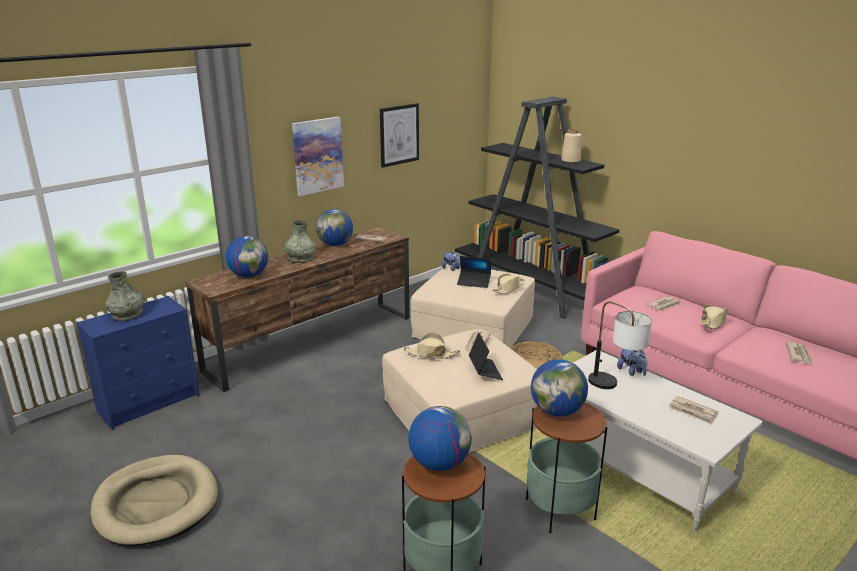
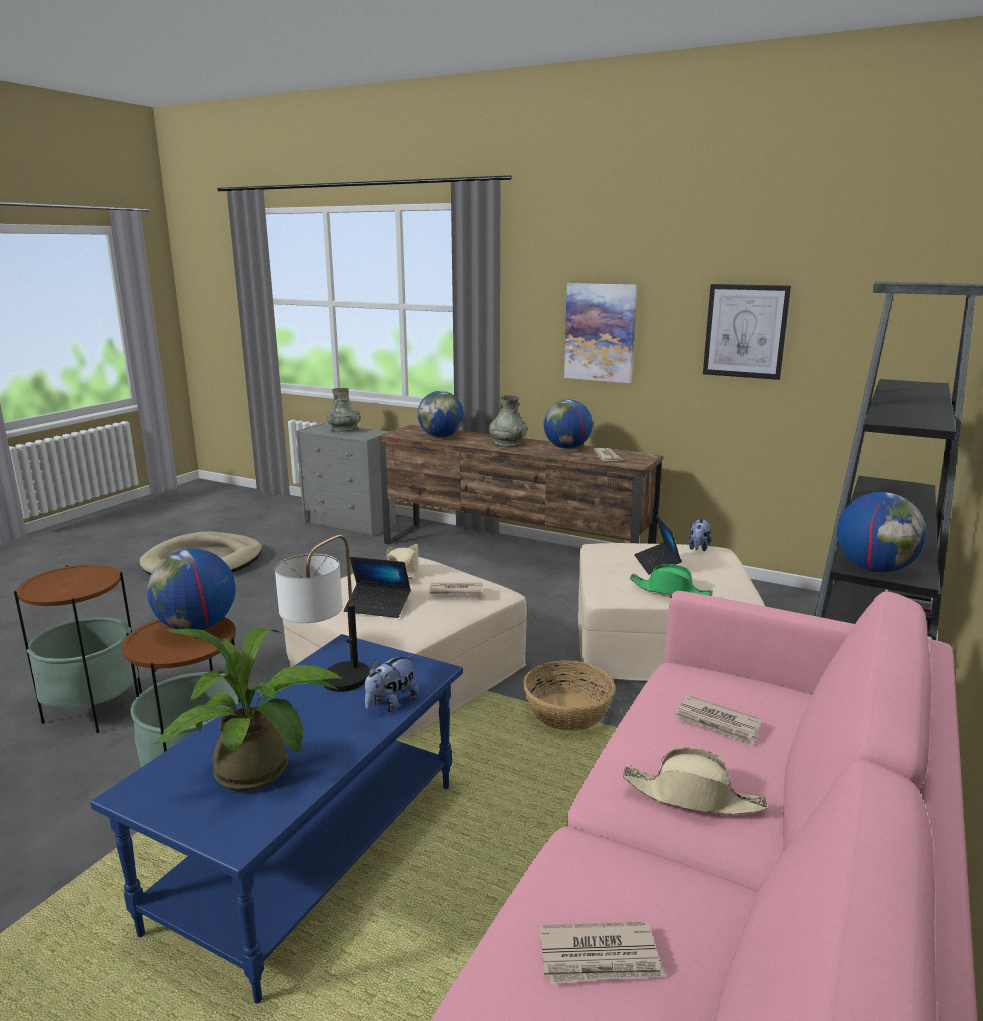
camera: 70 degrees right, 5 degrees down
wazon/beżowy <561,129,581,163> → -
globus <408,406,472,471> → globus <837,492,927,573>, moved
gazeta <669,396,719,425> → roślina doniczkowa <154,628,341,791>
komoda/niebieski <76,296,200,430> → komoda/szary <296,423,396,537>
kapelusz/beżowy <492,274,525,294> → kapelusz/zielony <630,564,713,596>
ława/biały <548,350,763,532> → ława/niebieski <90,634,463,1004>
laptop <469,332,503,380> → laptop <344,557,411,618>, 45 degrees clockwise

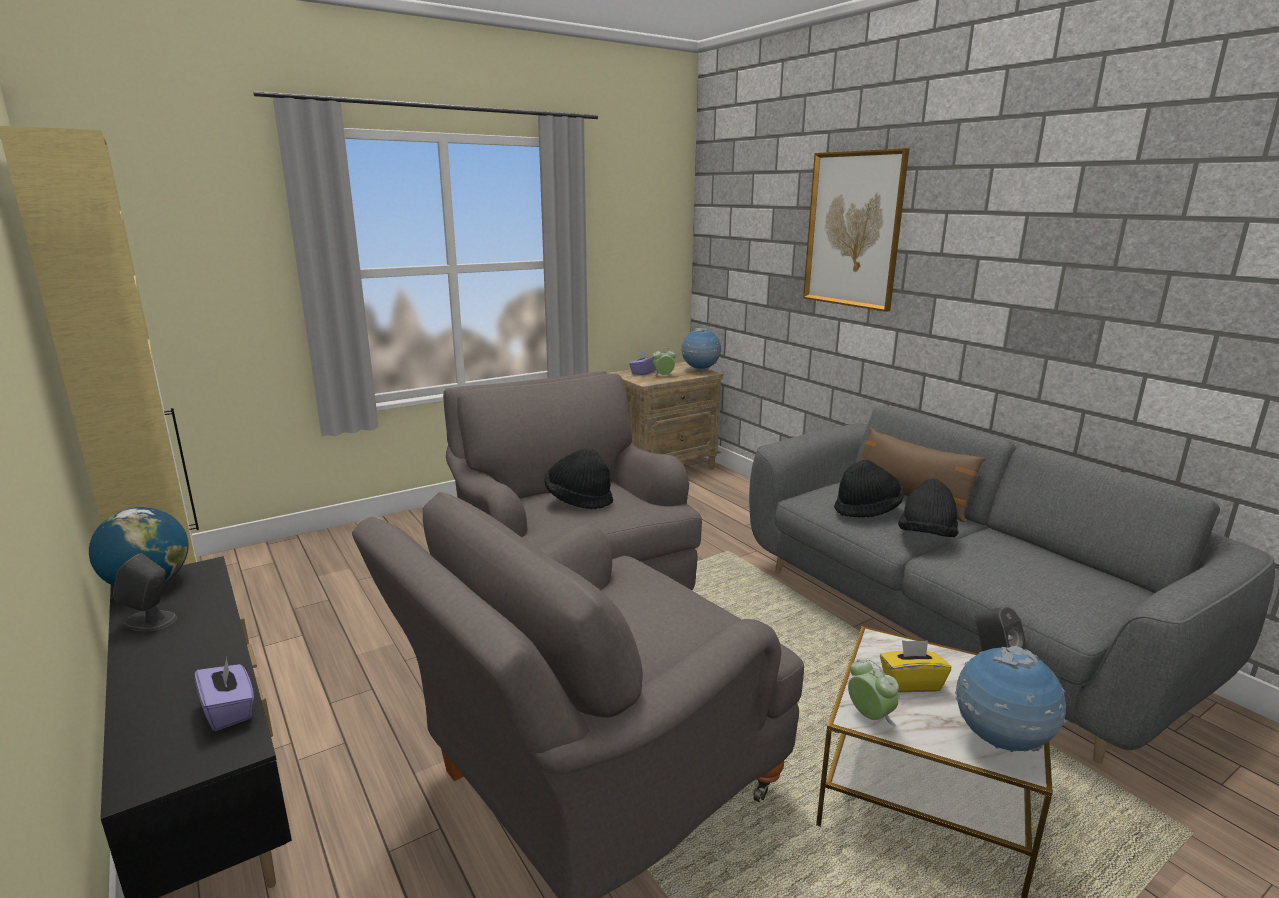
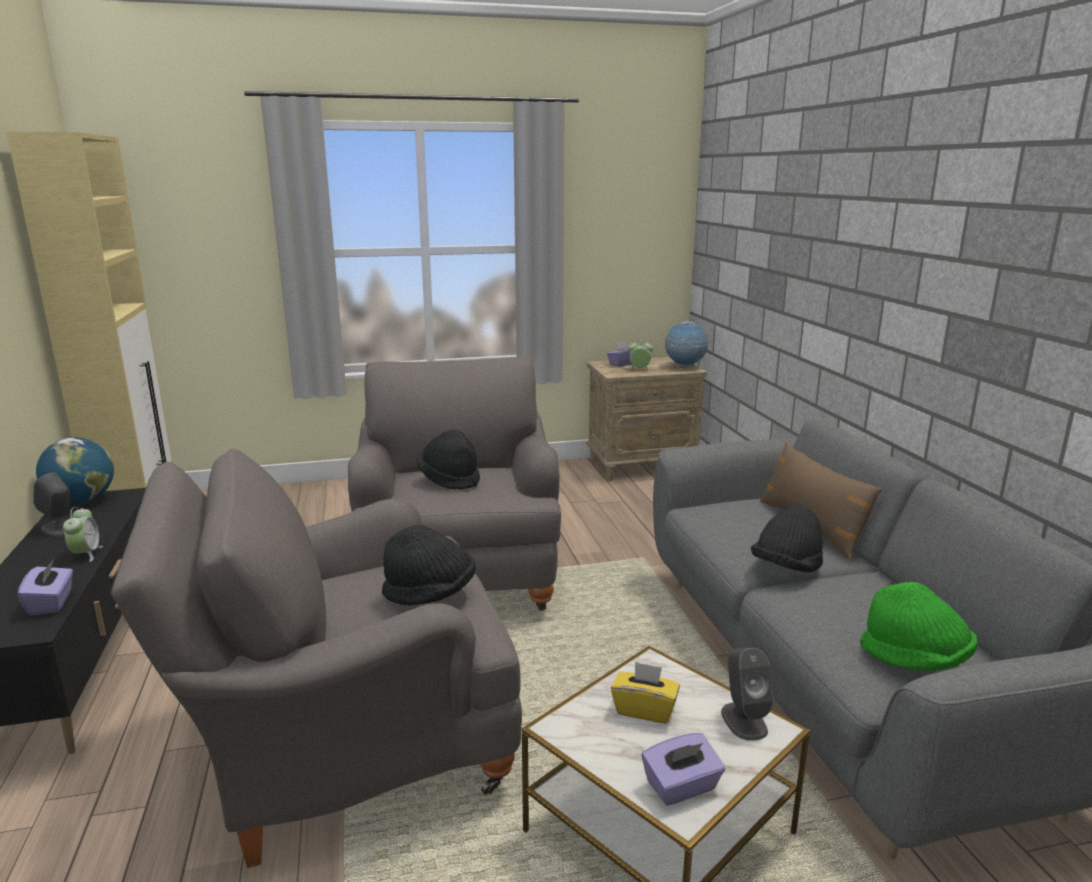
camera: 20 degrees right, 0 degrees up
obraz <803,148,909,312> → -
- → kapelusz/zielony <860,582,977,671>
kapelusz/czarny <834,460,904,518> → kapelusz/czarny <382,525,476,606>, moved
budzik <848,659,899,726> → budzik <63,507,103,562>, moved
globus <955,646,1067,752> → pudełko chusteczek/fioletowy <642,733,725,806>

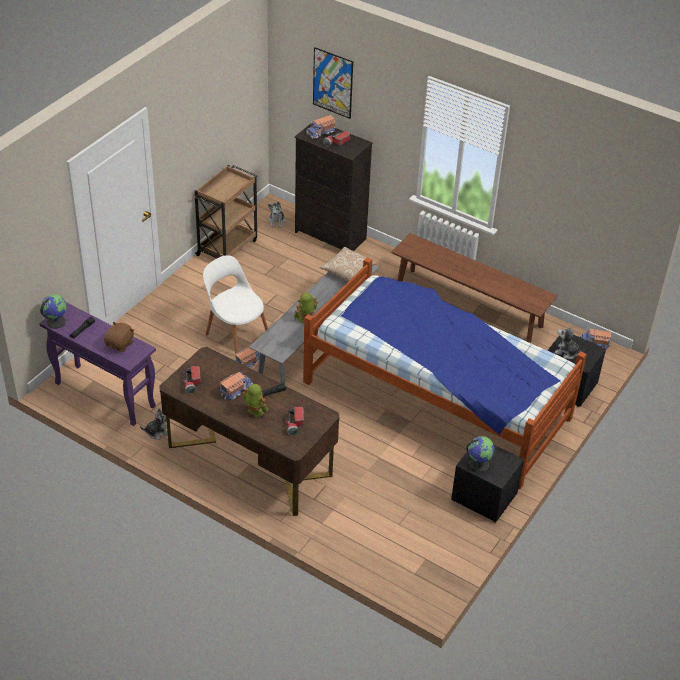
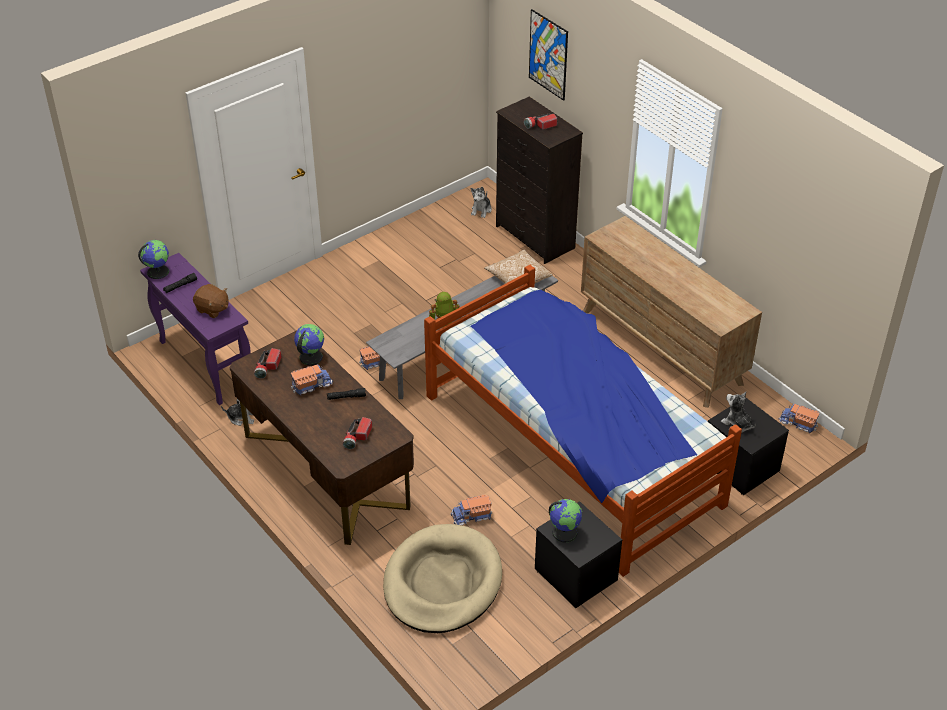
camera: 20 degrees right, 0 degrees up
wózek/brązowy <193,165,257,258> → -
krzesło/biały <203,255,268,354> → -
robot zabawkowy <242,384,268,418> → -
- → globus <294,324,324,365>
- → legowisko/beżowy <383,524,502,633>
ciężarówka zabawkowa <306,115,336,139> → ciężarówka zabawkowa <451,495,492,525>, moved
ławka/brązowy <391,233,558,343> → komoda/brązowy <581,216,762,408>
pluszak/brązowy <104,322,134,352> → pluszak/brązowy <193,284,228,318>, 75 degrees clockwise

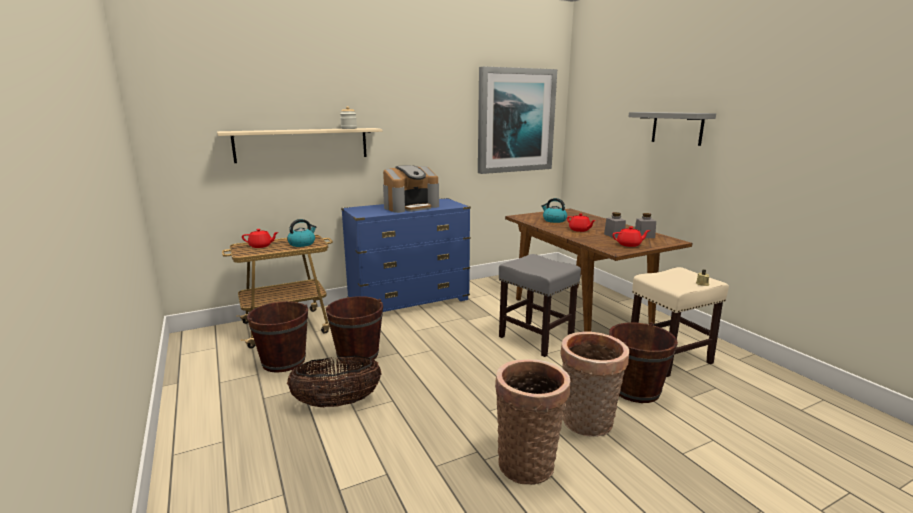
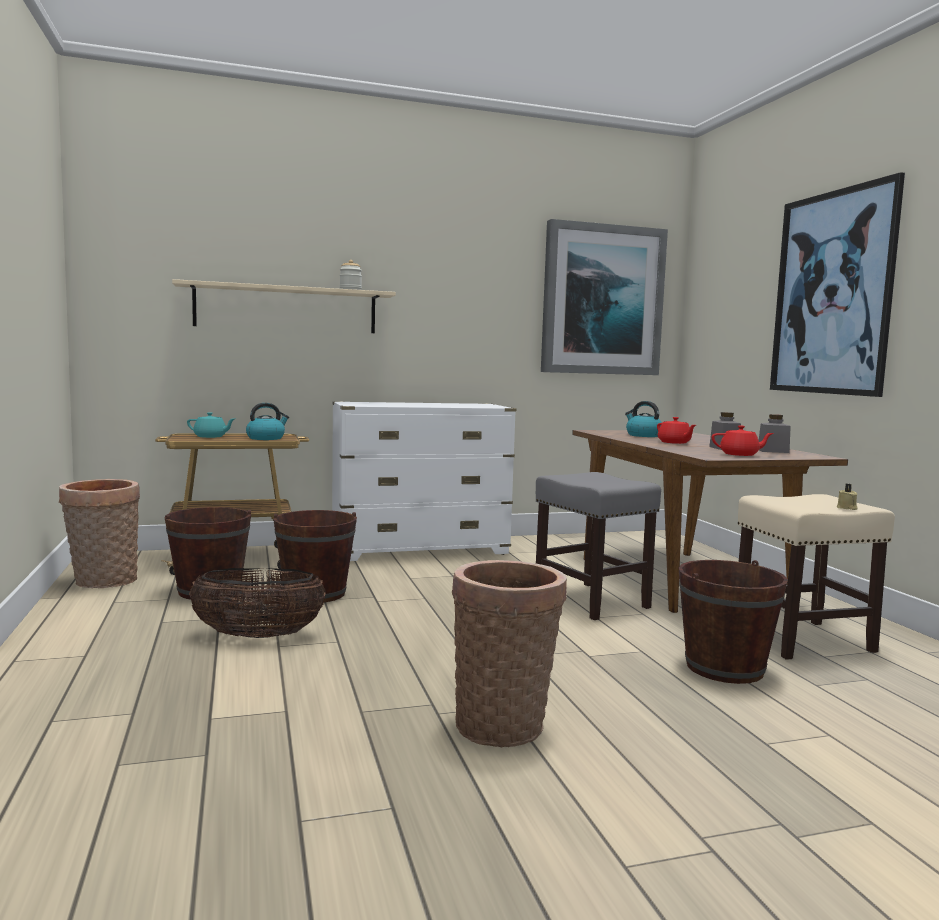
camera: 10 degrees right, 10 degrees down
ekspres do kawy <383,165,439,213> → -
koszyk <560,332,629,437> → koszyk <59,479,140,588>, moved
półka/szary <628,112,716,146> → obraz <770,172,905,397>
imbryk/czerwony <242,229,279,248> → imbryk/turkusowy <187,412,235,438>
komoda/niebieski <341,198,471,312> → komoda/biały <332,401,516,561>

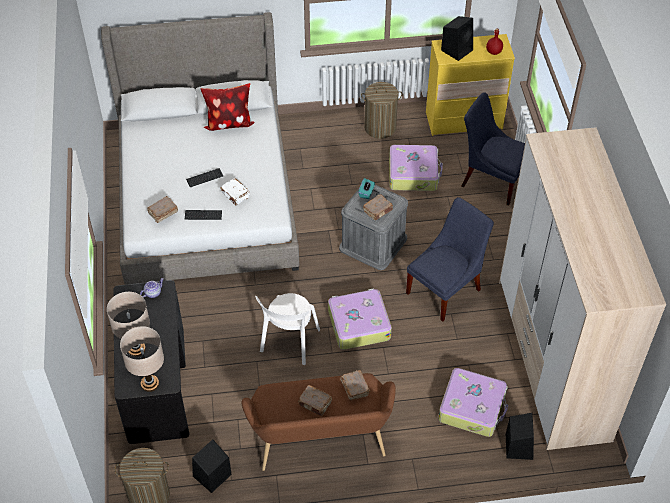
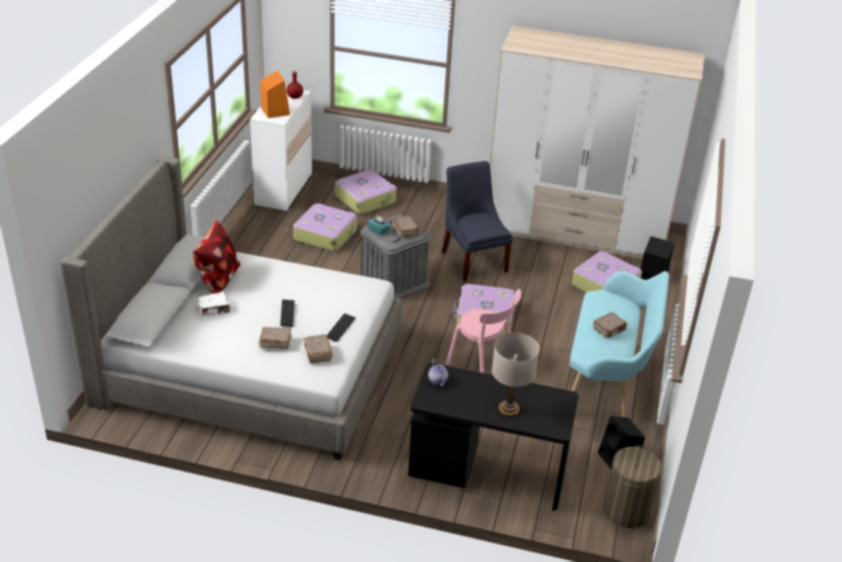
camera: 70 degrees left, 15 degrees down
lampa stołowa/beżowy <120,326,164,392> → -
kosz na pranie <361,82,402,139> → -
książka/biały <220,178,250,206> → książka/biały <198,292,230,316>, moved
książka/brązowy <341,370,370,400> → książka/brązowy <259,327,291,349>, moved
krzesło/niebieski <461,92,525,206> → walizka <335,170,397,215>
ławka/brązowy <241,373,396,471> → ławka/turkusowy <570,271,669,417>
krzesło/biały <255,293,320,365> → krzesło/różowy <446,289,521,373>
komoda/żółty <426,34,515,136> → komoda/biały <250,87,312,211>
głośnik/czarny <441,16,473,61> → głośnik/pomarańczowy <260,71,290,118>

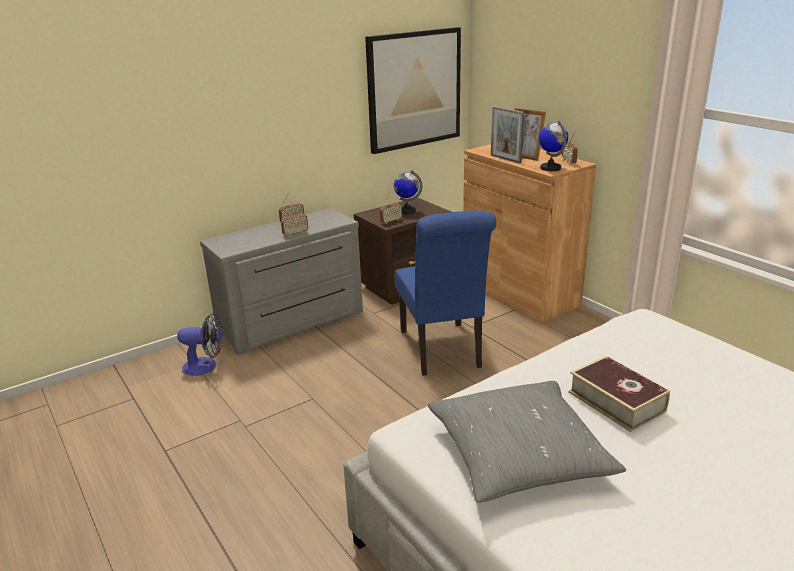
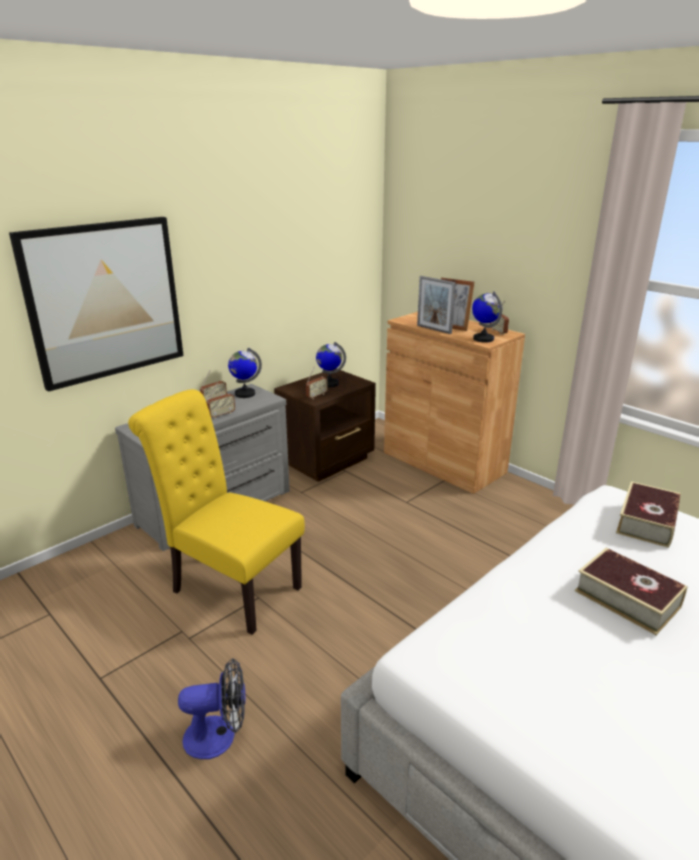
camera: 10 degrees left, 0 degrees up
krzesło/niebieski <394,210,496,376> → -
poduszka/szary <428,381,627,503> → -
- → krzesło/żółty <128,389,305,635>
- → globus <228,348,262,398>
- → książka <616,481,681,548>
wentylator <177,313,223,376> → wentylator <178,658,245,759>, moved
obraz <365,27,461,154> → obraz <9,217,183,392>, moved

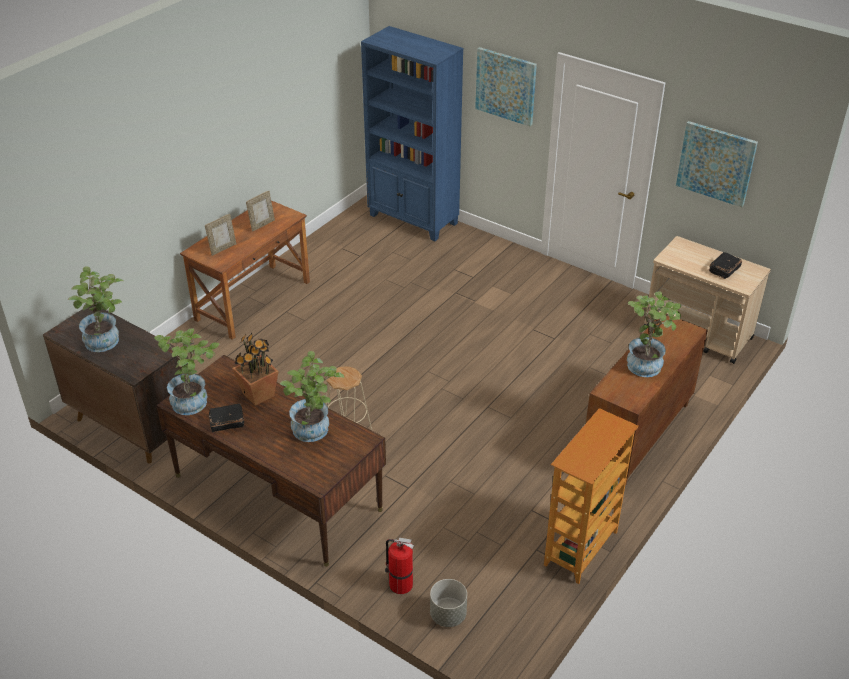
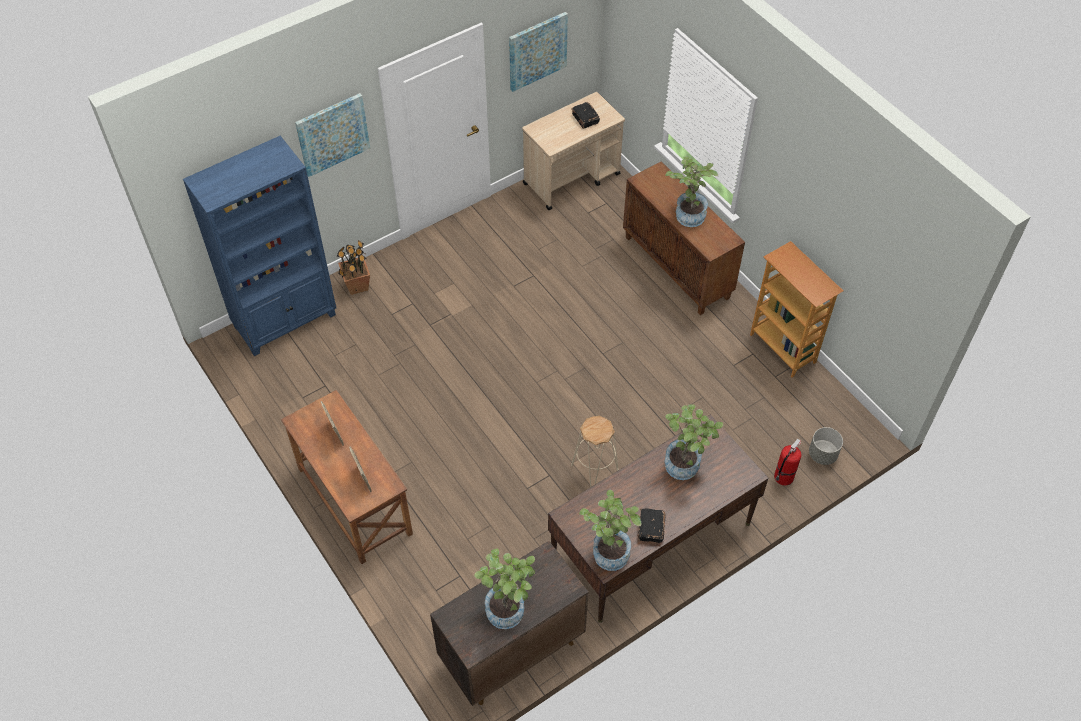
camera: 70 degrees left, 15 degrees up
roślina doniczkowa <232,333,279,406> → roślina doniczkowa <337,240,370,295>, moved

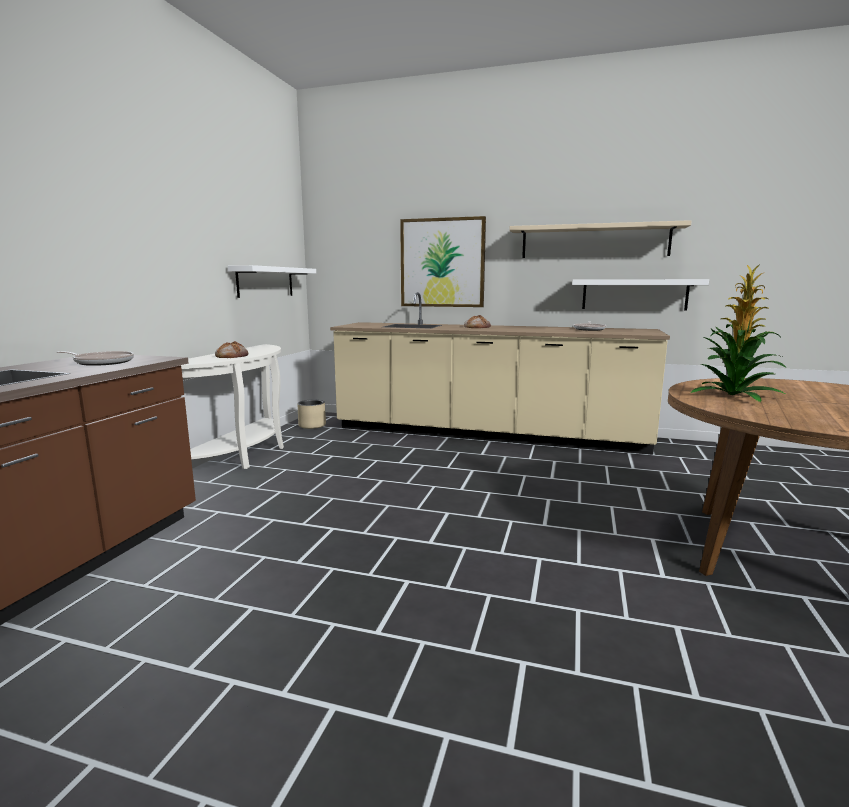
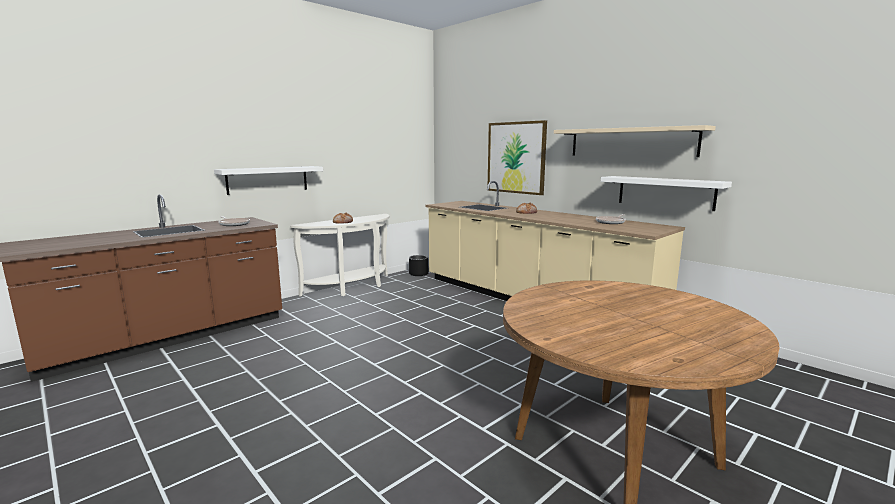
camera: 30 degrees right, 0 degrees up
roślina doniczkowa <691,264,786,402> → -
półka/biały <228,265,316,298> → półka/biały <214,166,323,195>, moved
donica/beżowy <297,400,326,429> → donica/czarny <409,255,429,276>

